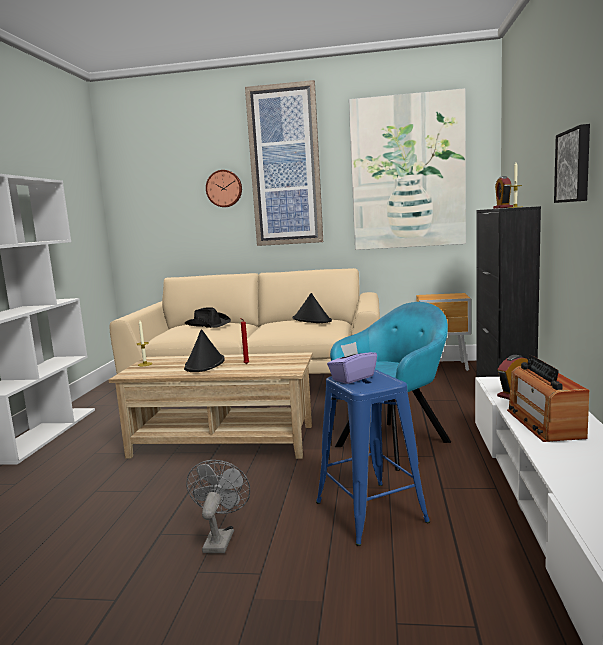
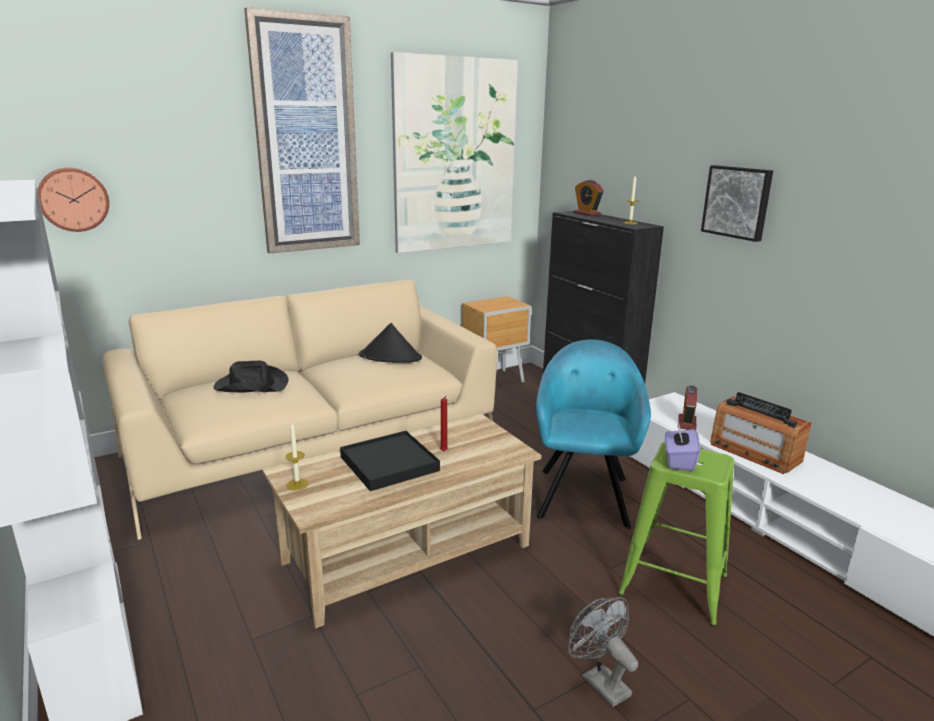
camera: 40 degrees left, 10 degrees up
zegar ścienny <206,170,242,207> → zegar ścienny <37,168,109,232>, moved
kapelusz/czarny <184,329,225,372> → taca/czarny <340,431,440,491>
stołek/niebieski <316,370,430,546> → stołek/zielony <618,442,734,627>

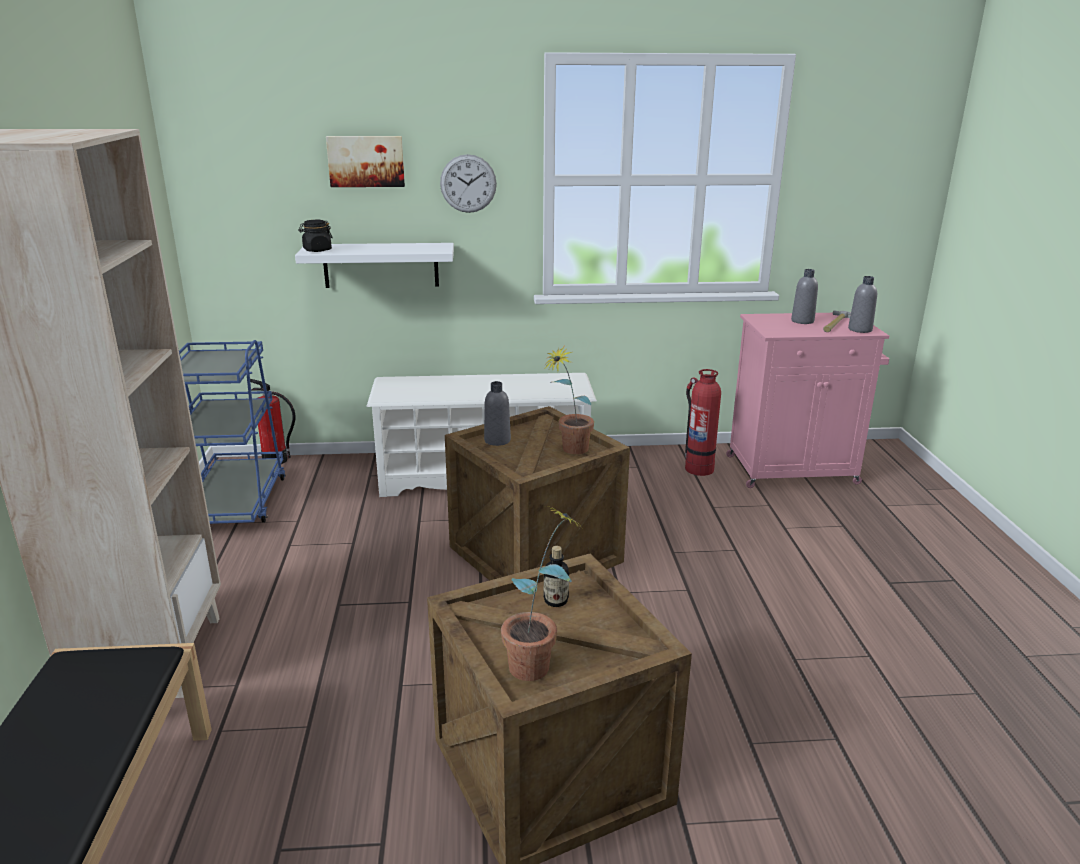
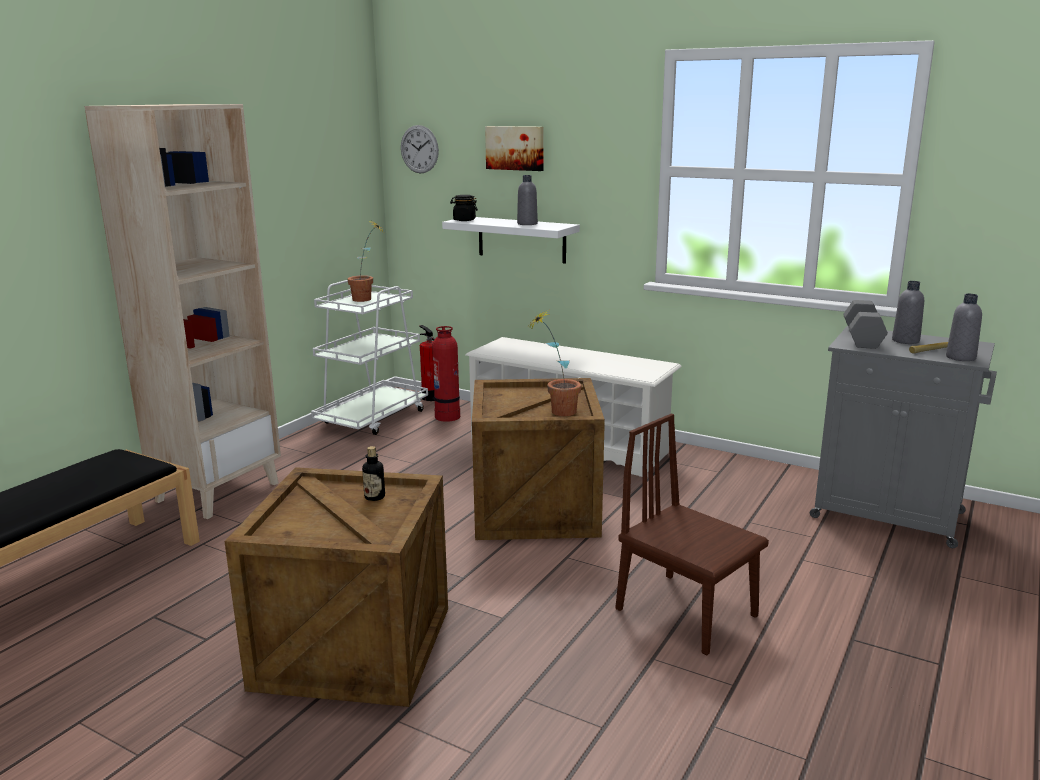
camera: 35 degrees right, 5 degrees down
- → krzesło/brązowy <616,414,769,655>
- → hantel/szary <843,300,888,349>
zegar ścienny <440,154,497,213> → zegar ścienny <401,125,439,174>, moved
butelka/szary <484,381,511,446> → butelka/szary <517,175,538,225>, moved
roślina doniczkowa <501,505,583,681> → roślina doniczkowa <347,221,384,302>, moved
gaśnica <685,369,721,476> → gaśnica <432,326,460,422>, moved
wózek/niebieski <178,340,286,524> → wózek/biały <311,280,428,435>
szafka/różowy <726,313,889,488> → szafka/szary <810,326,997,548>

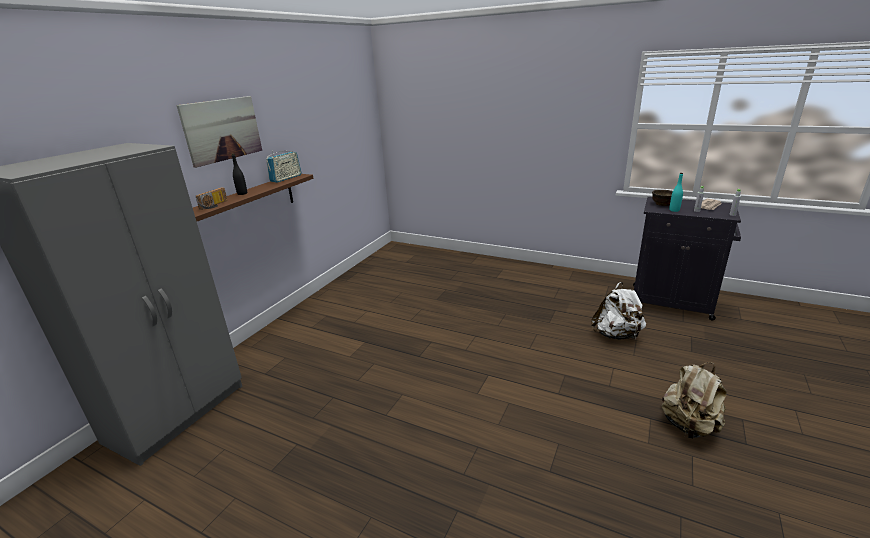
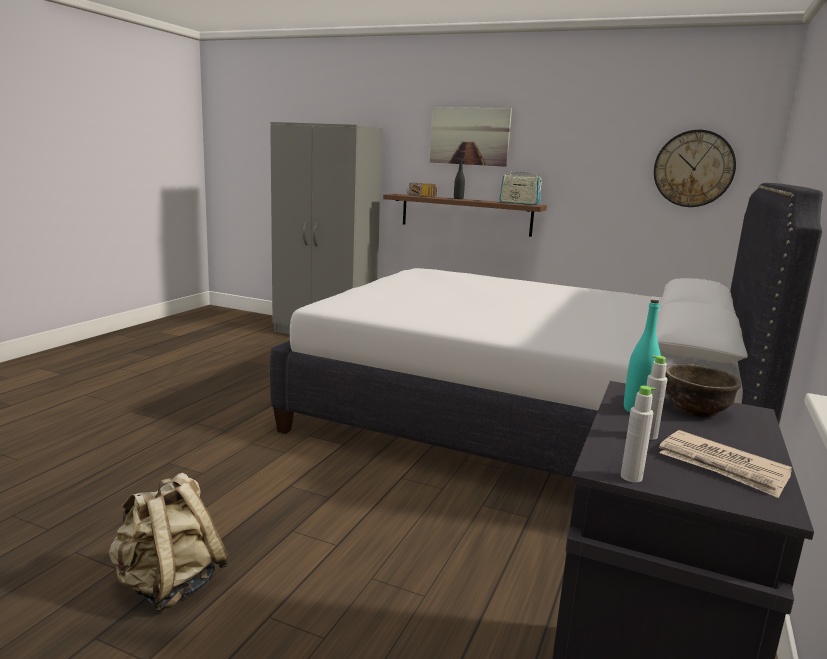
camera: 85 degrees right, 10 degrees down
plecak/biały <591,282,646,340> → -
- → łóżko/biały <270,183,823,478>
- → zegar ścienny <654,130,736,207>

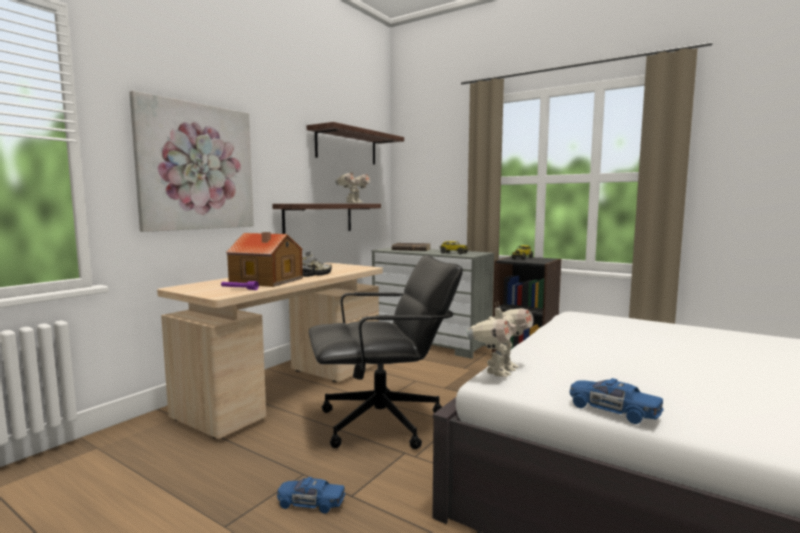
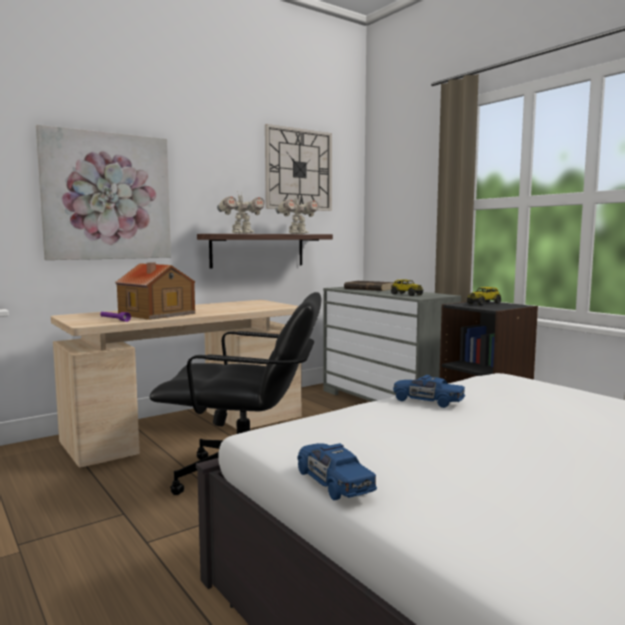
camera: 20 degrees right, 0 degrees up
but <302,251,332,277> → -
samochodzik/niebieski <277,477,345,513> → samochodzik/niebieski <393,375,465,408>, moved
robot zabawkowy <465,302,533,377> → robot zabawkowy <217,191,265,234>, moved
półka <307,122,404,164> → zegar ścienny <265,124,332,211>

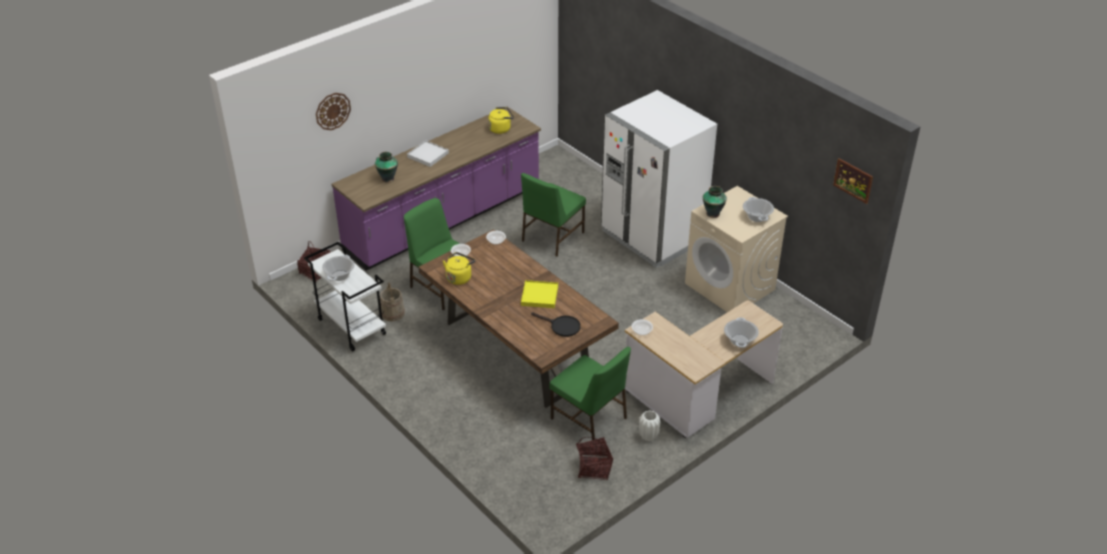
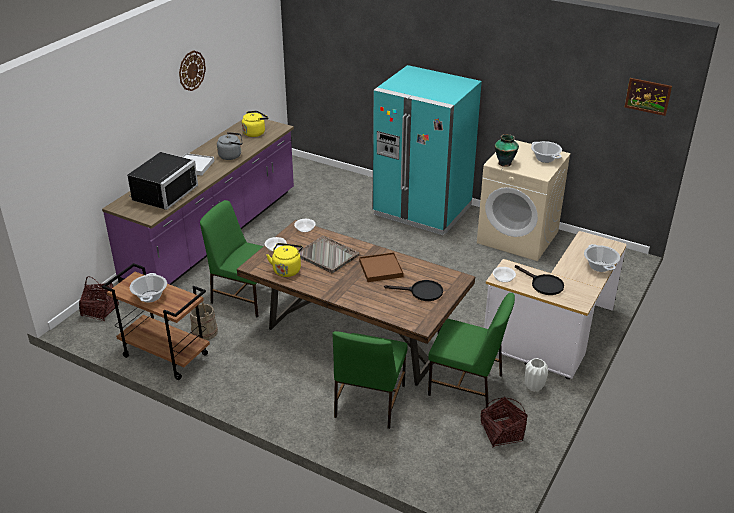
camera: 20 degrees left, 5 degrees down
- → czajnik/szary <217,132,242,160>
- → taca/szary <299,236,359,273>
- → patelnia/czarny <515,265,564,295>
zegar ścienny <316,93,351,130> → zegar ścienny <179,50,206,91>, moved
krzesło/zielony <521,173,586,257> → krzesło/zielony <333,331,408,429>, moved
wazon <375,152,398,183> → mikrofalówka/czarny <127,152,198,210>
wózek/biały <304,242,386,352> → wózek/brązowy <102,263,210,380>
taca/żółty <521,280,558,308> → taca/brązowy <359,252,404,282>
lodówka/biały <601,90,717,268> → lodówka/turkusowy <373,65,482,235>

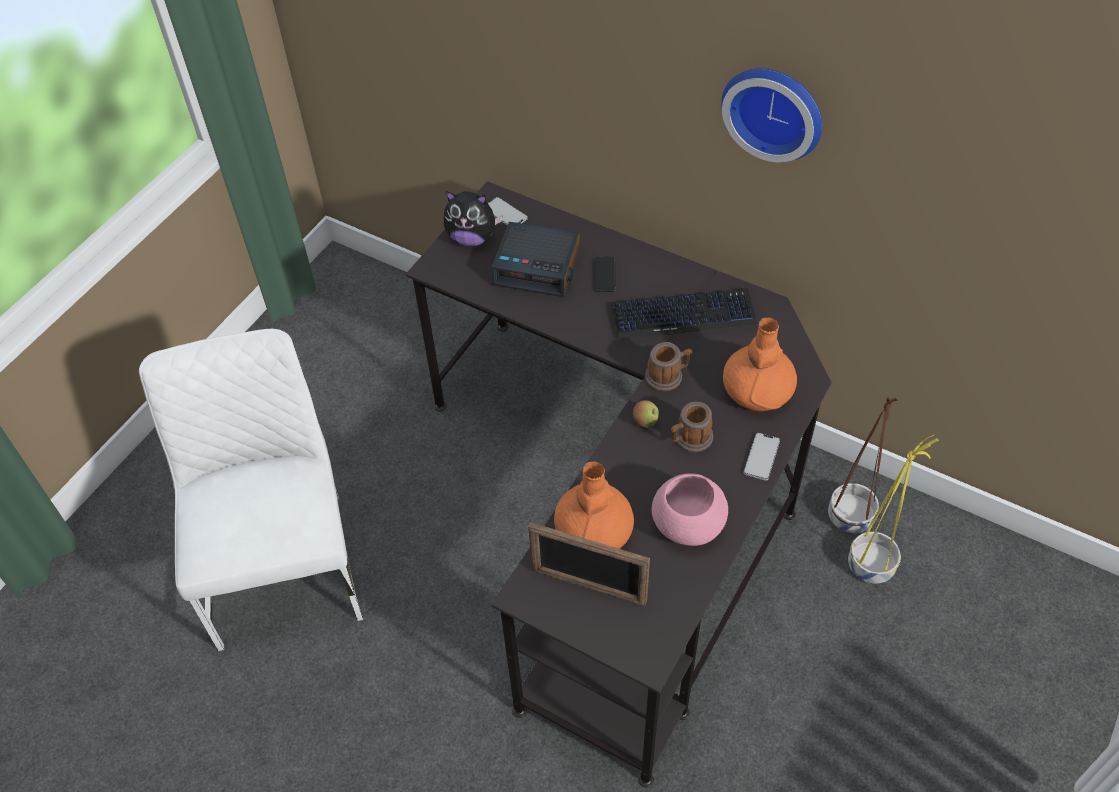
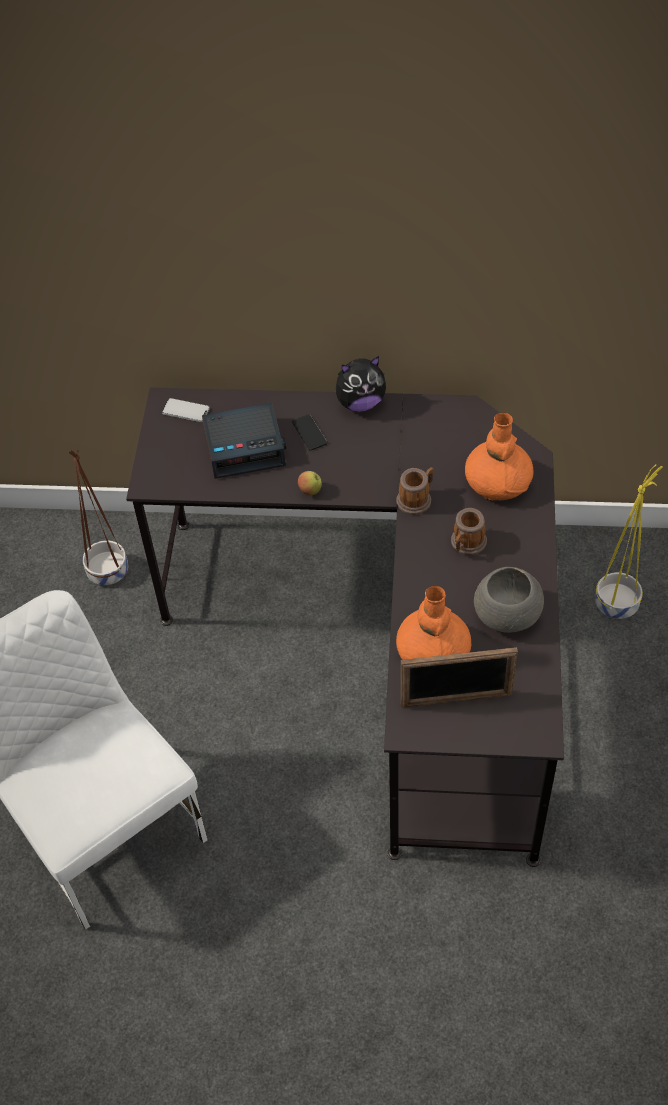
camera: 25 degrees left, 0 degrees up
klawiatura <612,288,757,340> → -
zegar ścienny <721,68,822,162> → -
telefon <743,433,780,481> → -
pluszak <444,191,503,246> → pluszak <336,356,386,412>, moved
jabłko <633,400,659,428> → jabłko <298,471,322,495>, moved
donica/brązowy <828,397,898,533> → donica/brązowy <69,449,128,585>, moved
miska/różowy <652,473,728,546> → miska/szary <474,567,544,633>

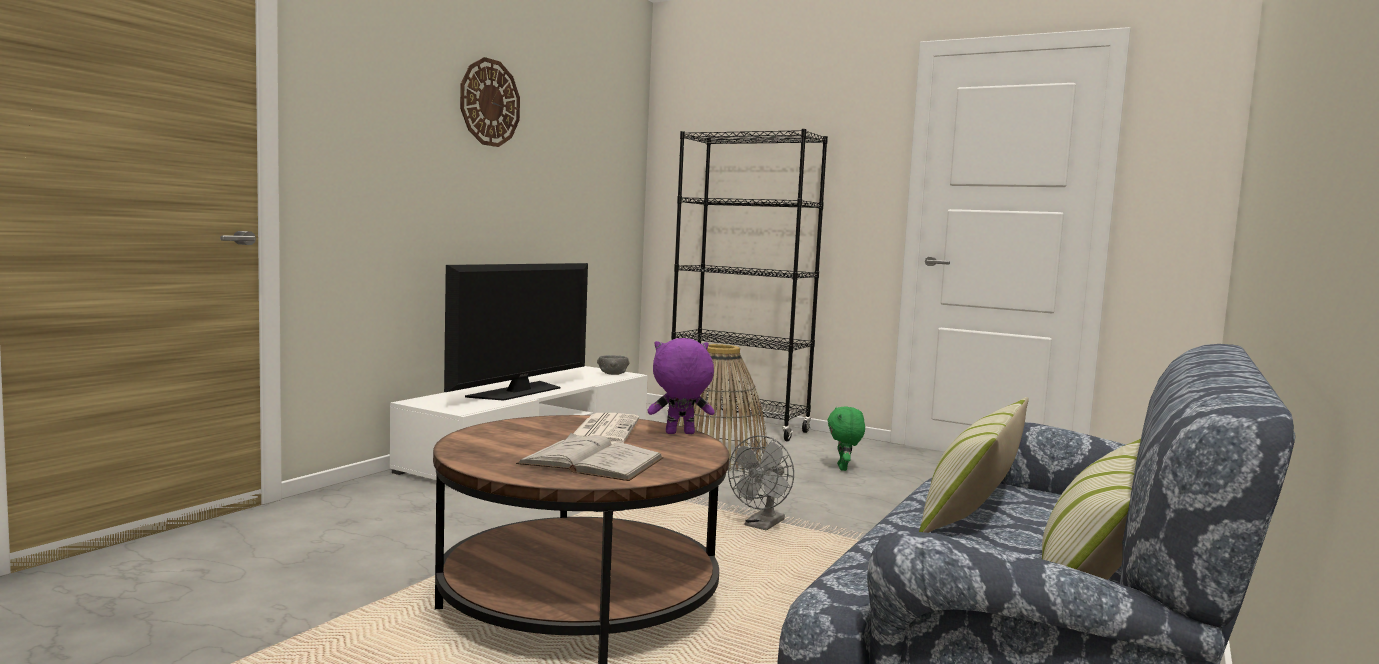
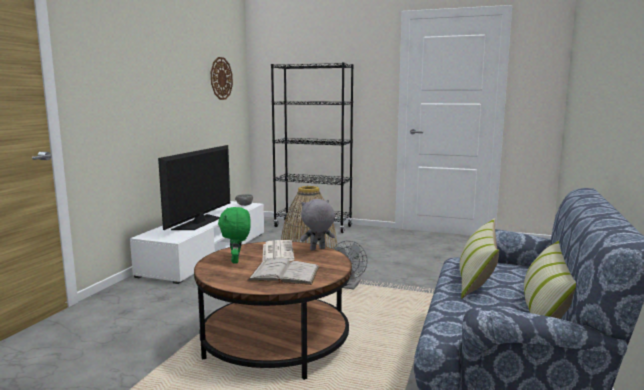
camera: 10 degrees left, 5 degrees up
zegar ścienny <460,57,520,147> → zegar ścienny <211,57,233,100>, moved
pluszak/zielony <827,407,865,471> → pluszak/zielony <218,207,251,263>, moved
pluszak/fioletowy <647,338,715,434> → pluszak/szary <300,199,335,250>

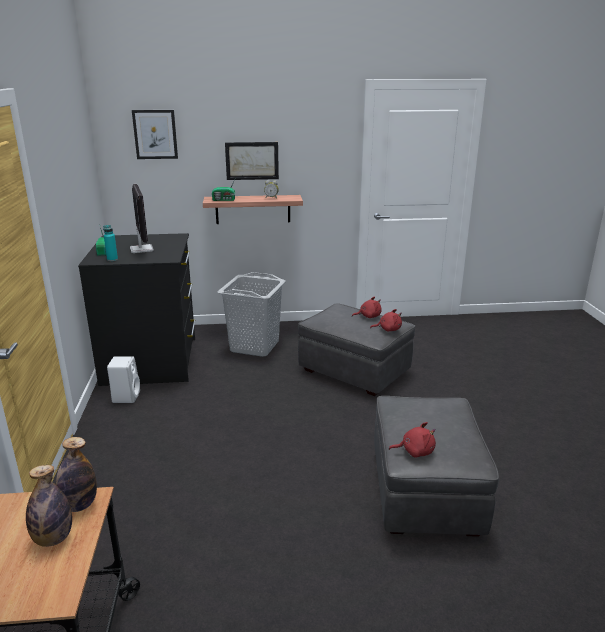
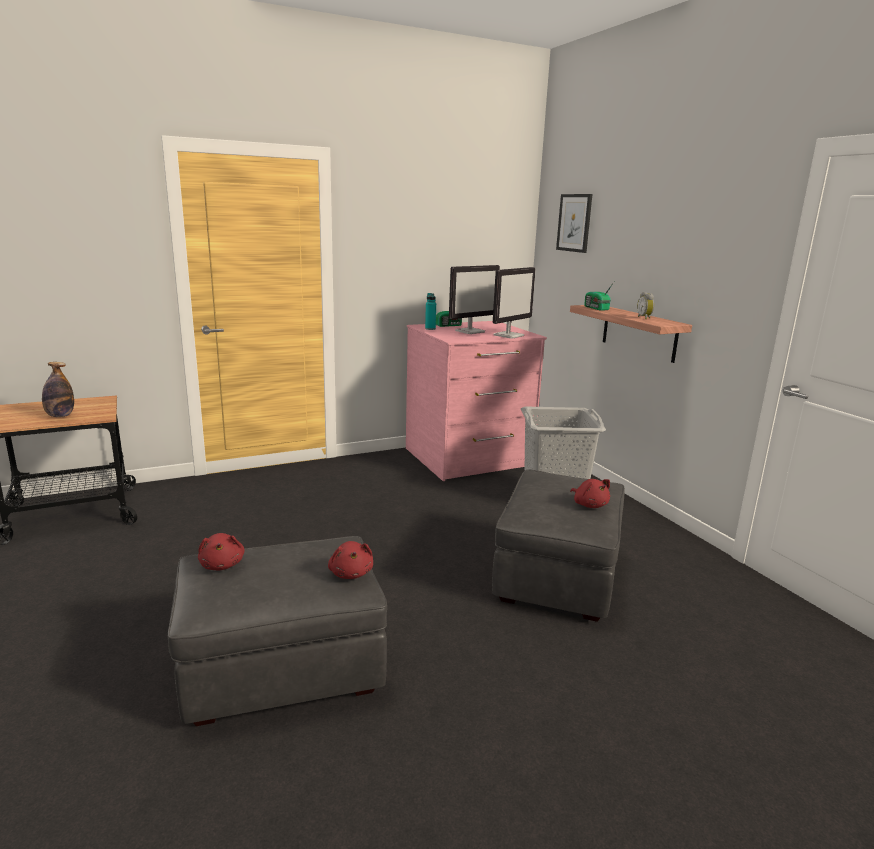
camera: 70 degrees right, 5 degrees down
butelka <55,437,97,512> → -
głośnik/biały <107,356,140,403> → -
obraz <225,142,279,180> → -
- → monitor <493,267,536,339>
pluszak/czerwony <370,309,402,332> → pluszak/czerwony <328,541,373,579>, moved
komoda/czarny <78,233,195,386> → komoda/różowy <406,321,547,481>

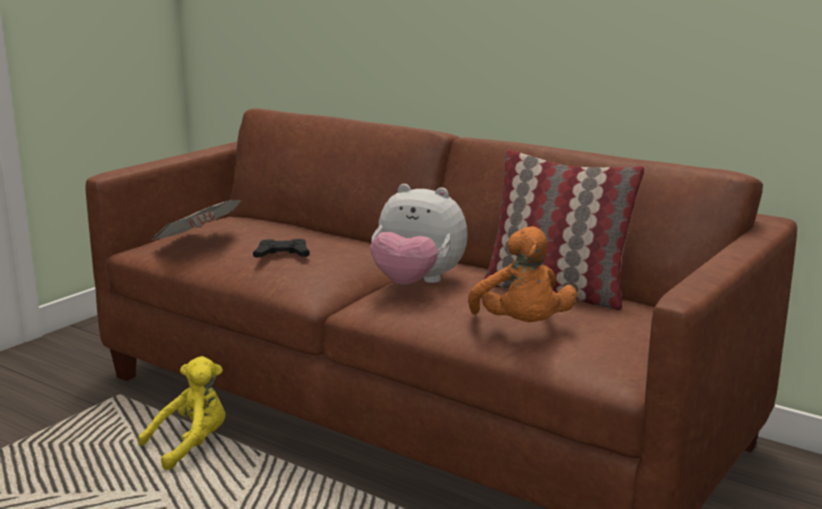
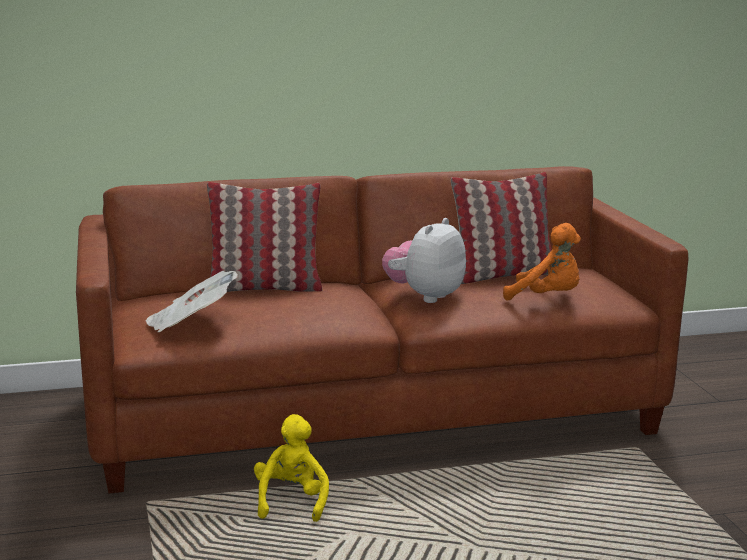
camera: 50 degrees left, 0 degrees up
pad do gier/czarny <253,239,310,258> → -
- → poduszka <207,182,322,292>
pluszak <370,184,468,285> → pluszak <382,218,466,303>, 150 degrees clockwise

